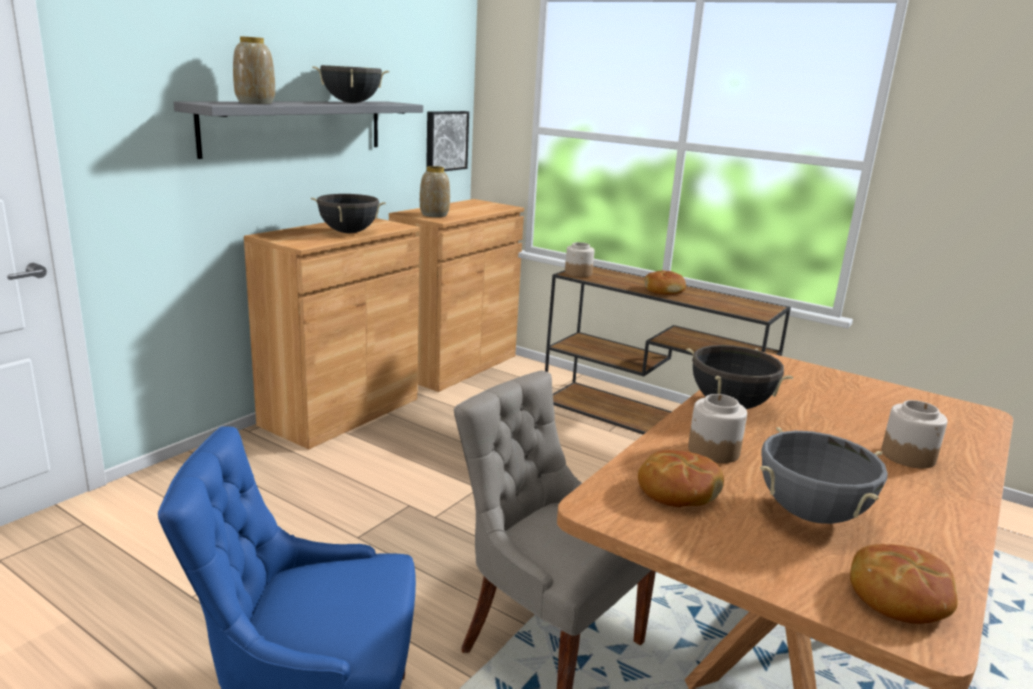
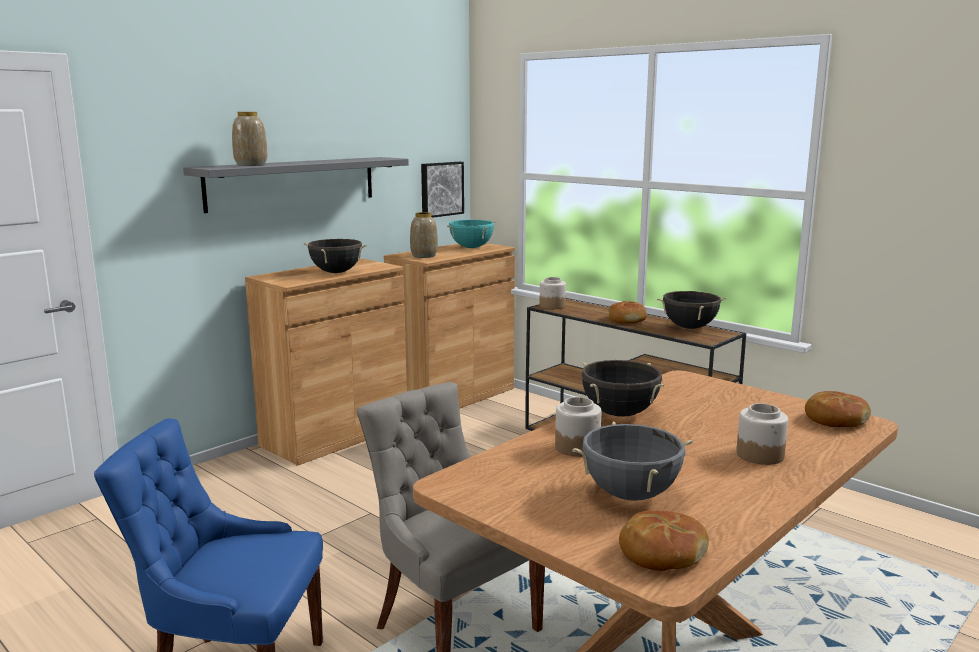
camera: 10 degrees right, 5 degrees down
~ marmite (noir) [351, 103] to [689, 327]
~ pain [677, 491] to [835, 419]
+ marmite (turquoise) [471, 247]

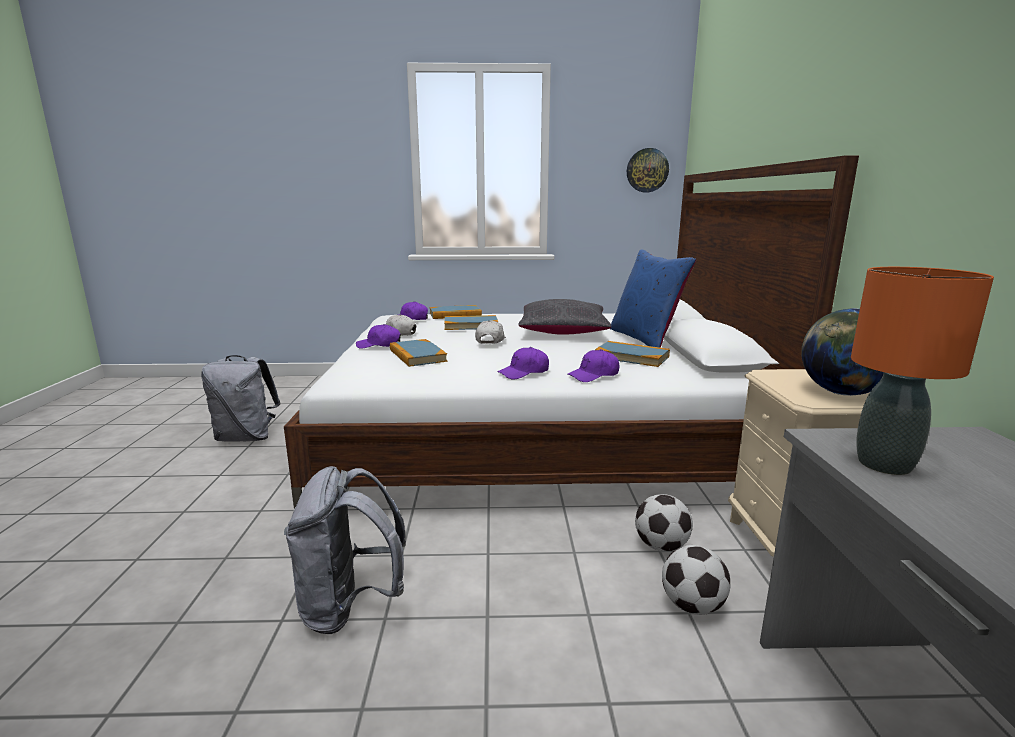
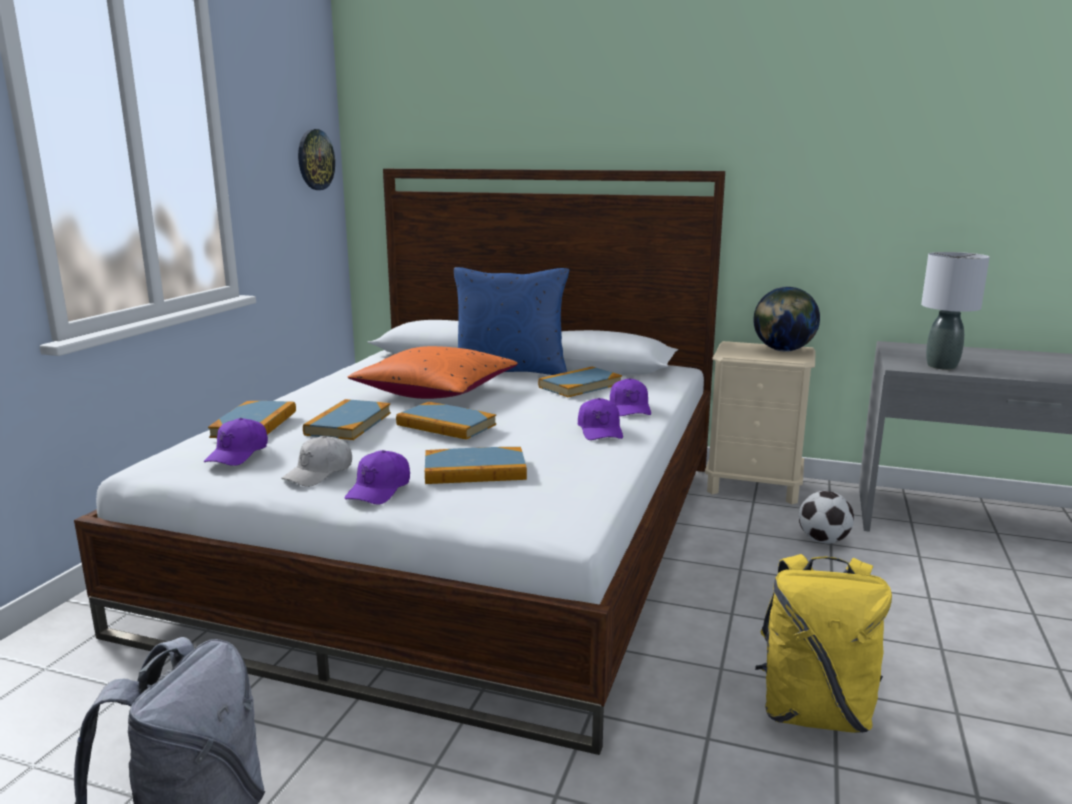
camera: 70 degrees left, 0 degrees up
~ sac à dos (gris) [350, 606] to sac à dos (jaune) [814, 712]
~ casquette (blanc) [490, 340] to livre [446, 425]
~ coussin (noir) [563, 332] to coussin (orange) [436, 392]
- ballon de foot [661, 546]
~ lampe de table (orange) [883, 464] to lampe de table (gris) [941, 366]

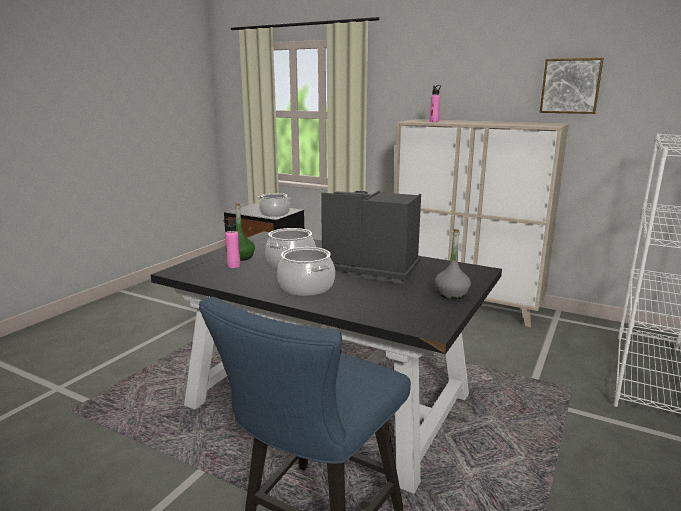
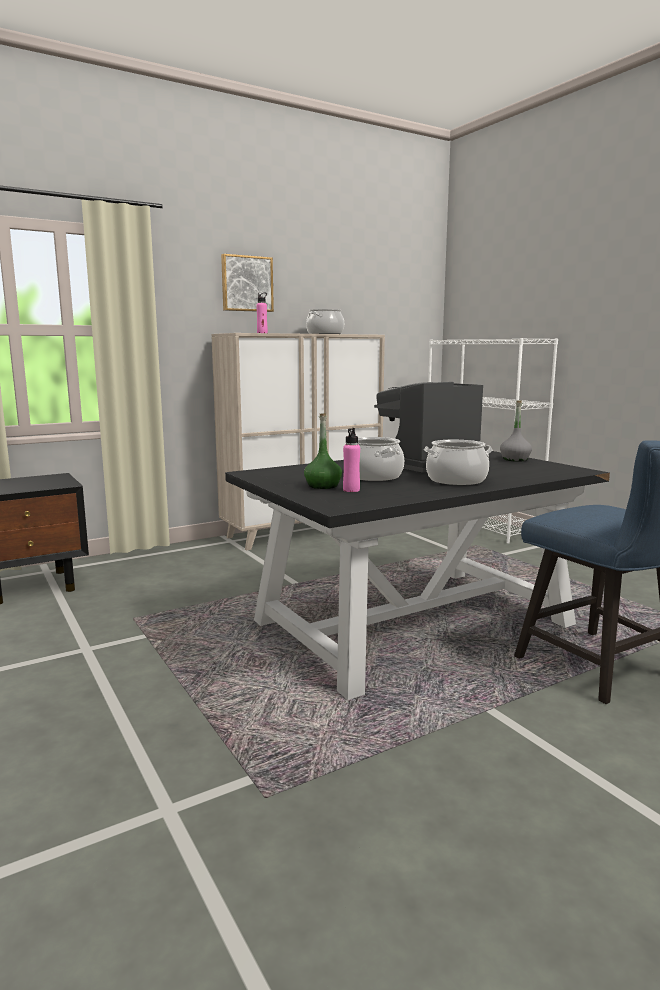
camera: 60 degrees left, 5 degrees down
~ marmite [275, 213] to [325, 334]
~ tableau [570, 86] to [246, 284]

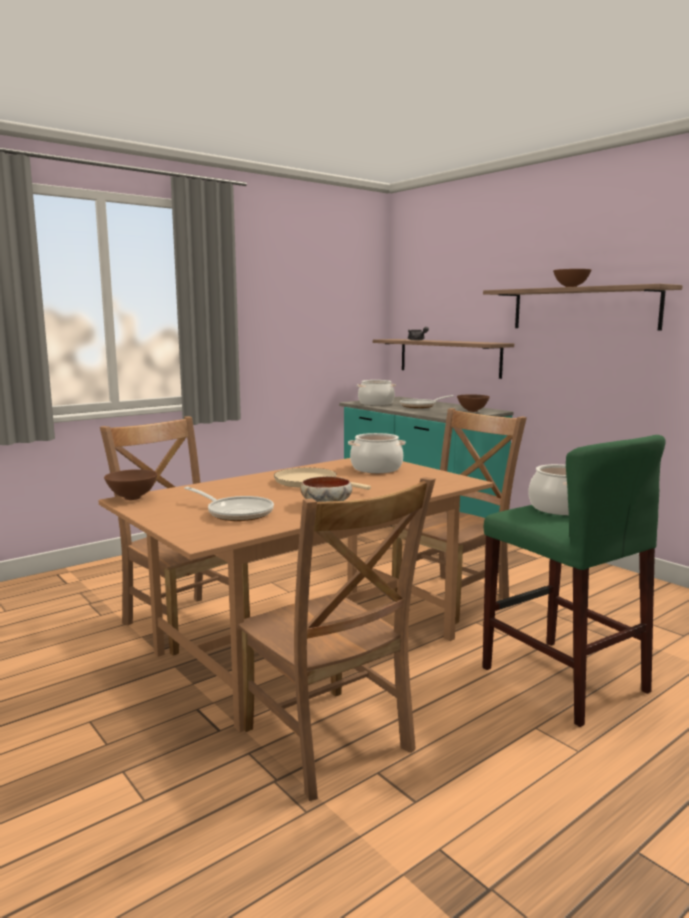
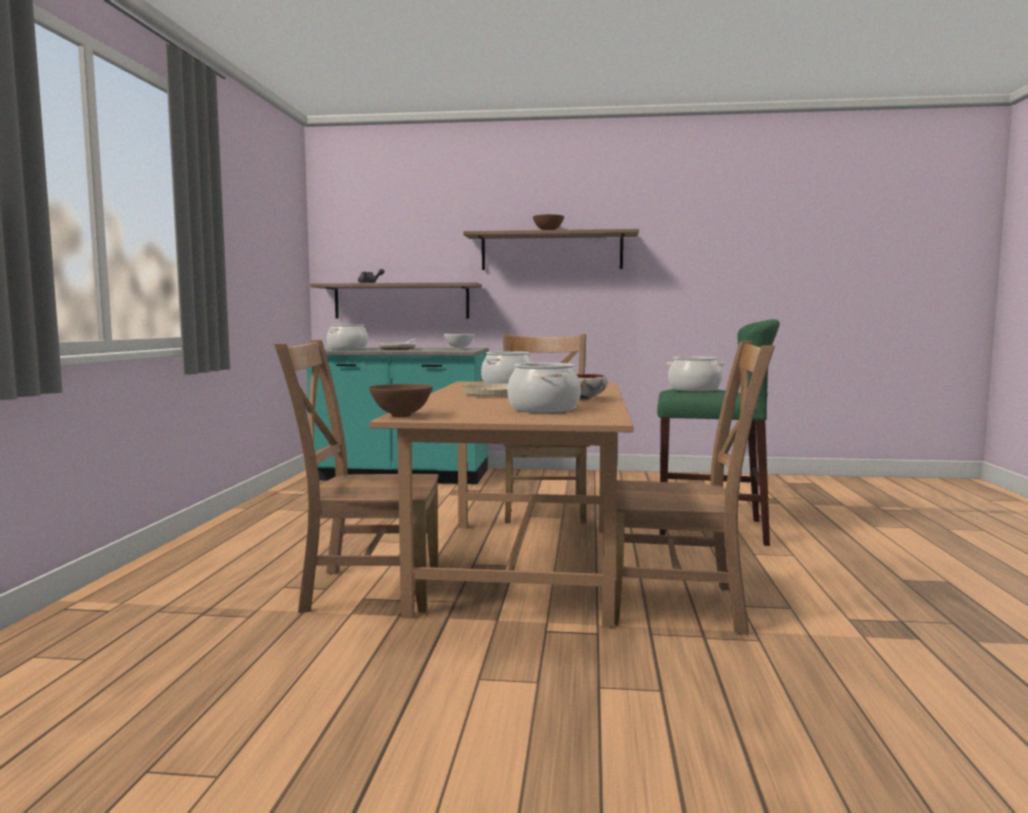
camera: 45 degrees left, 5 degrees down
~ poêle [236, 513] to marmite [543, 409]
~ bol (marron) [472, 411] to bol (blanc) [459, 348]

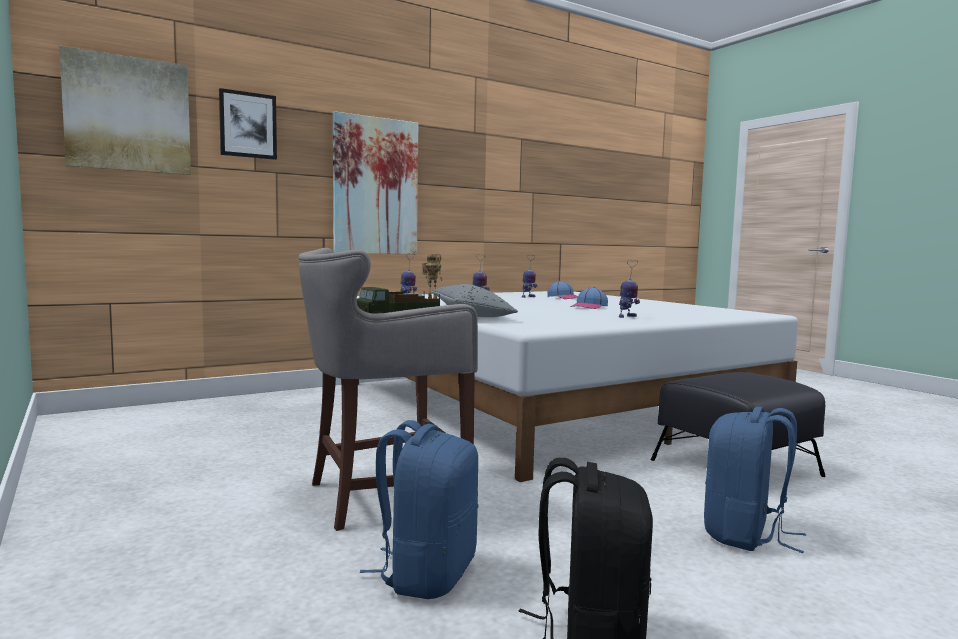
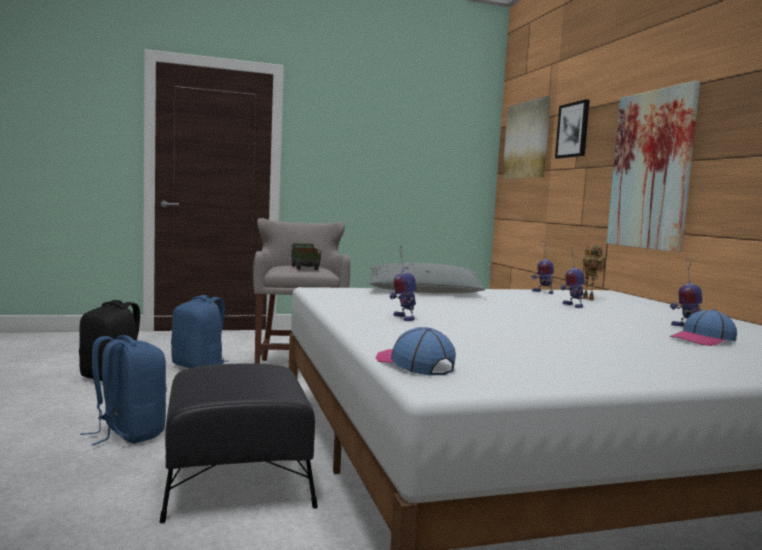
camera: 105 degrees right, 0 degrees up
~ casquette [589, 307] to [414, 364]

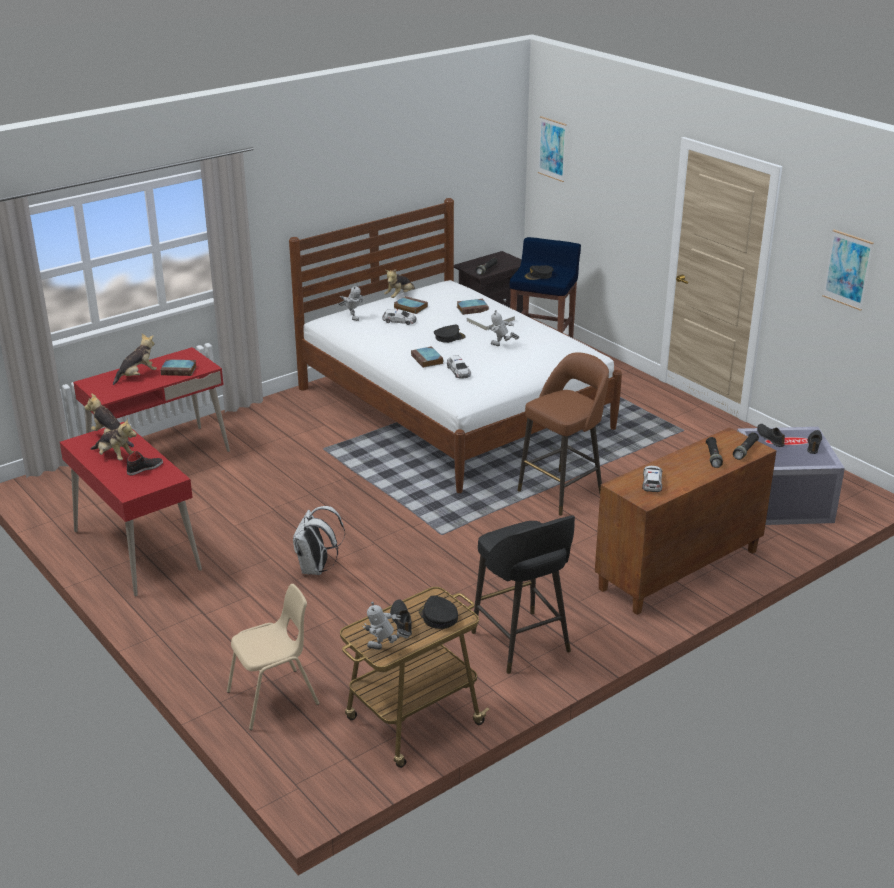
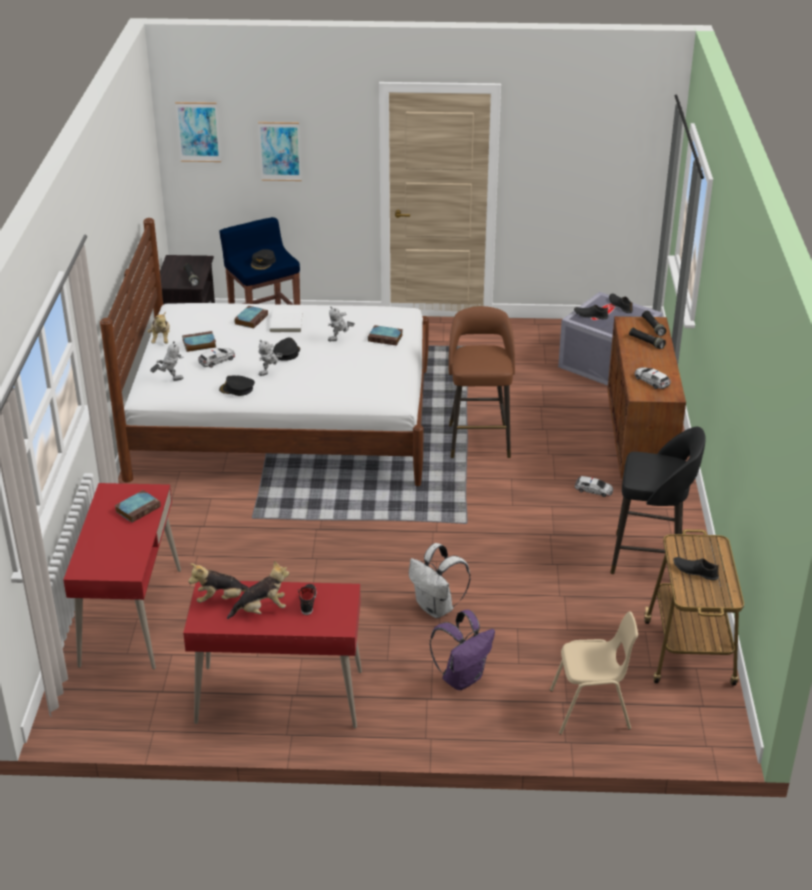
camera: 50 degrees left, 5 degrees up
- peluche [137, 376]
~ chaise (beige) [274, 699] = [591, 710] 75 degrees clockwise
~ robot jouet [385, 650] to [270, 372]
~ livre [427, 360] to [386, 338]
~ casquette (noir) [438, 616] to [237, 389]
~ petite voiture [458, 371] to [593, 490]
~ tableau [847, 269] to [280, 151]
+ sac à dos (violet) [462, 678]

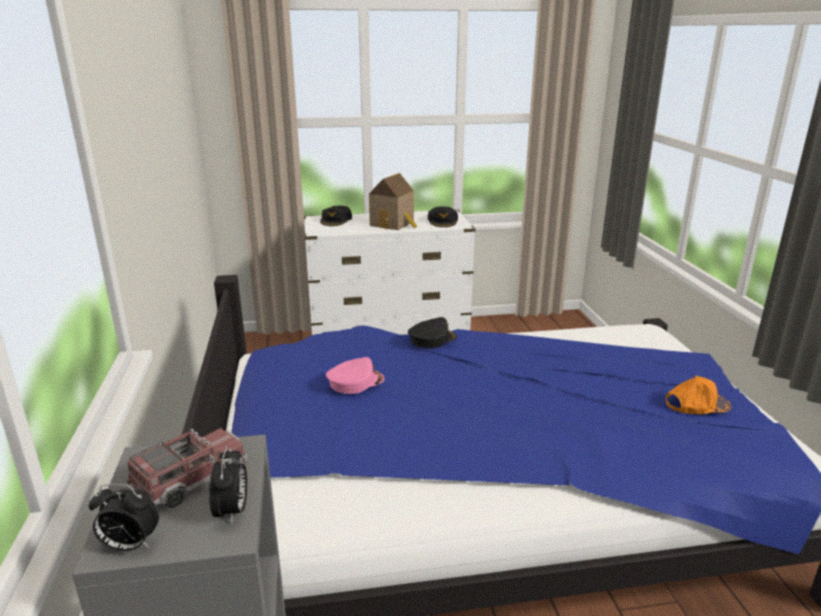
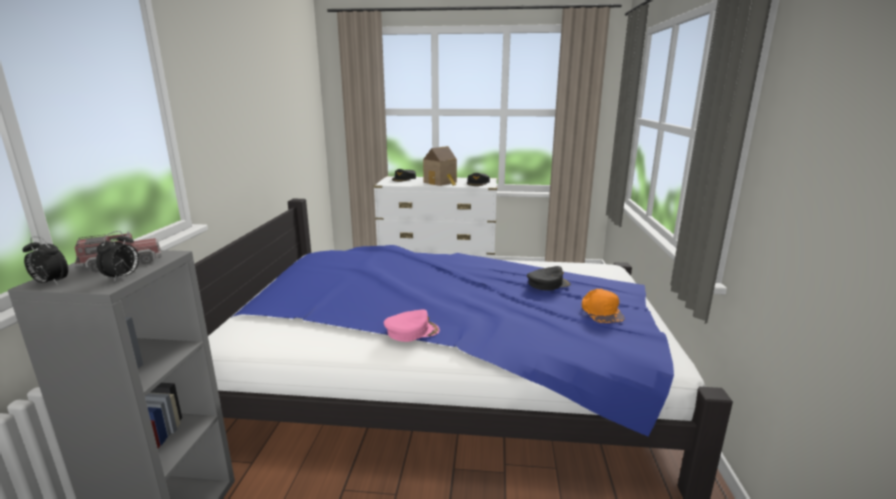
camera: 15 degrees right, 5 degrees down
~ casquette (rose) [355, 381] to [412, 331]
~ casquette (noir) [432, 339] to [548, 284]
~ casquette (orange) [696, 403] = [601, 312] 75 degrees clockwise

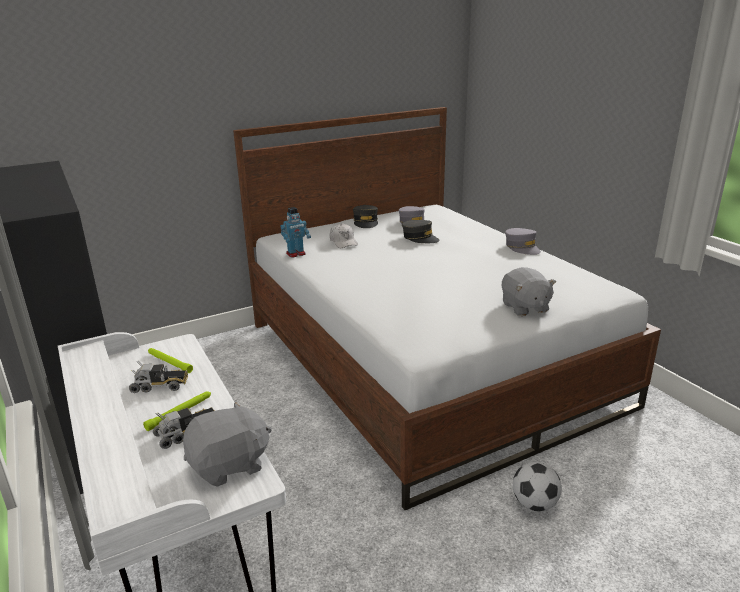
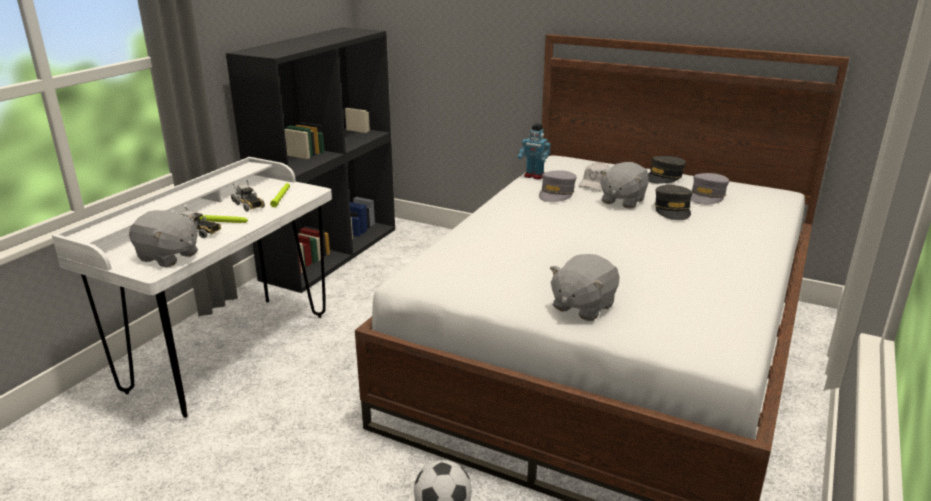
camera: 55 degrees right, 0 degrees up
~ casquette (gris) [522, 247] to [556, 194]
+ peluche (gris) [622, 201]

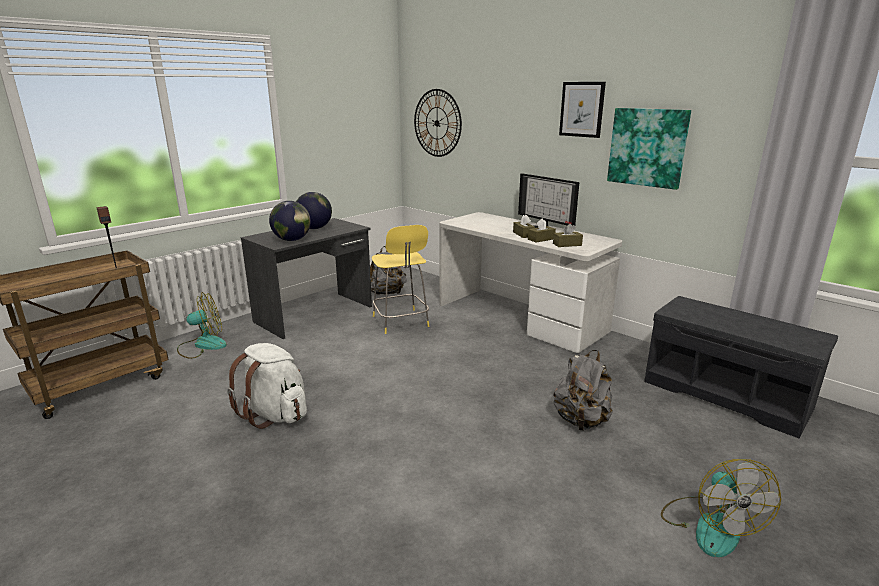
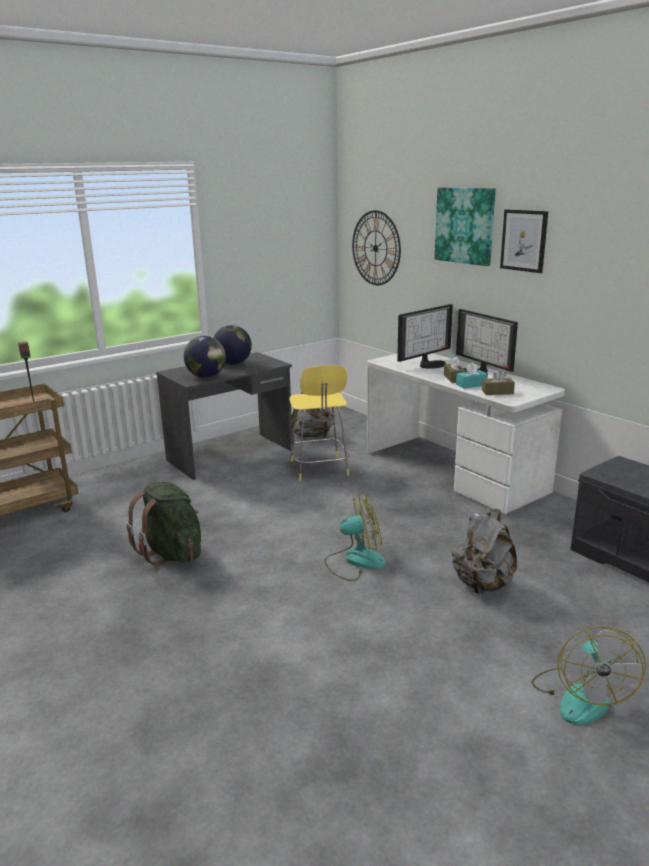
camera: 10 degrees right, 0 degrees up
~ ventilateur [202, 345] to [355, 561]
~ sac à dos (blanc) [275, 414] to sac à dos (vert) [172, 553]
~ boîte à mouchoirs (marron) [541, 239] to boîte à mouchoirs (turquoise) [471, 385]
~ tableau [647, 147] to [465, 225]
+ écran d'ordinateur [430, 364]

